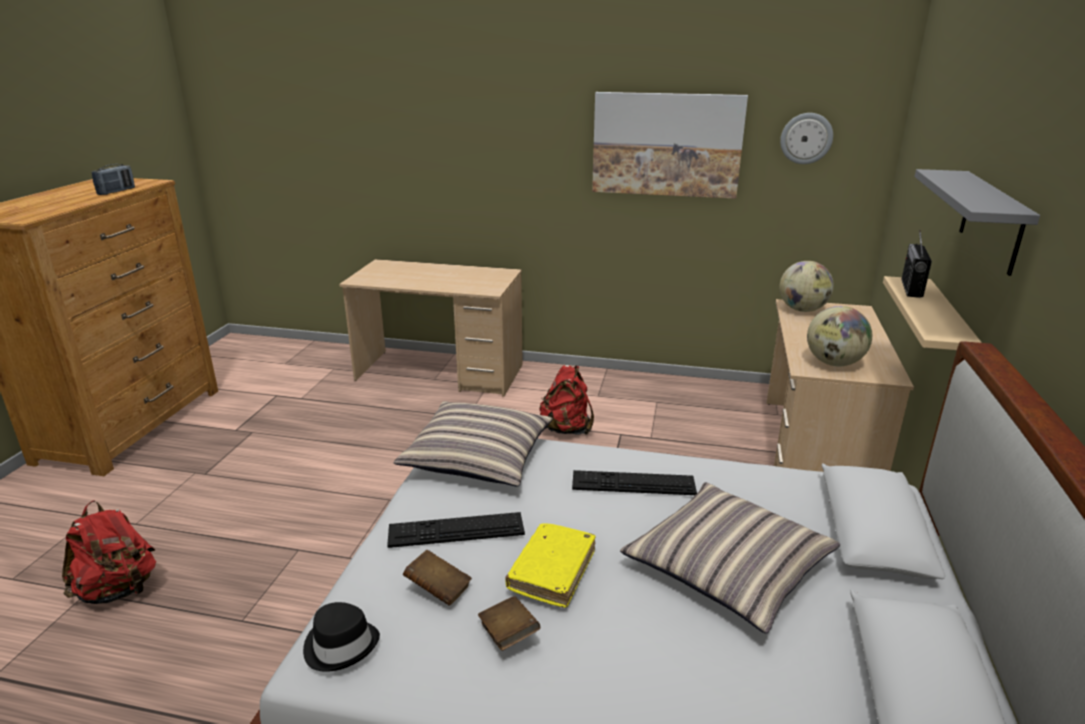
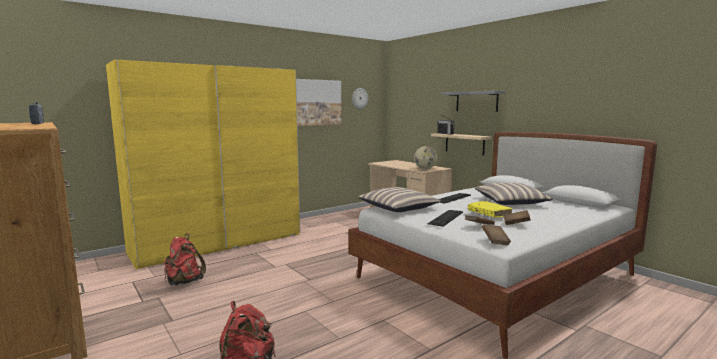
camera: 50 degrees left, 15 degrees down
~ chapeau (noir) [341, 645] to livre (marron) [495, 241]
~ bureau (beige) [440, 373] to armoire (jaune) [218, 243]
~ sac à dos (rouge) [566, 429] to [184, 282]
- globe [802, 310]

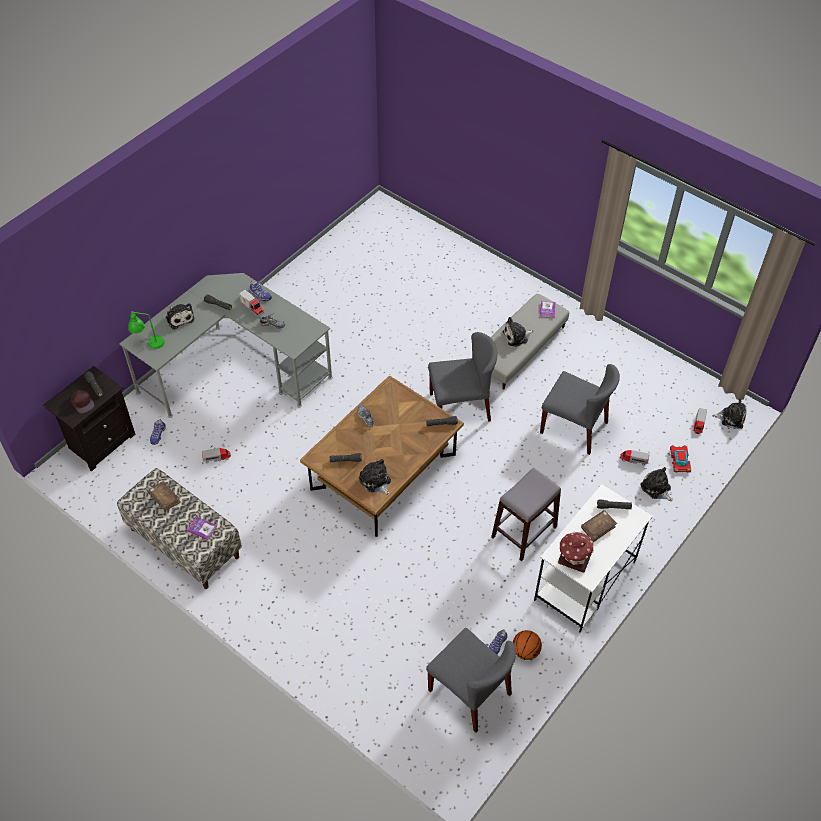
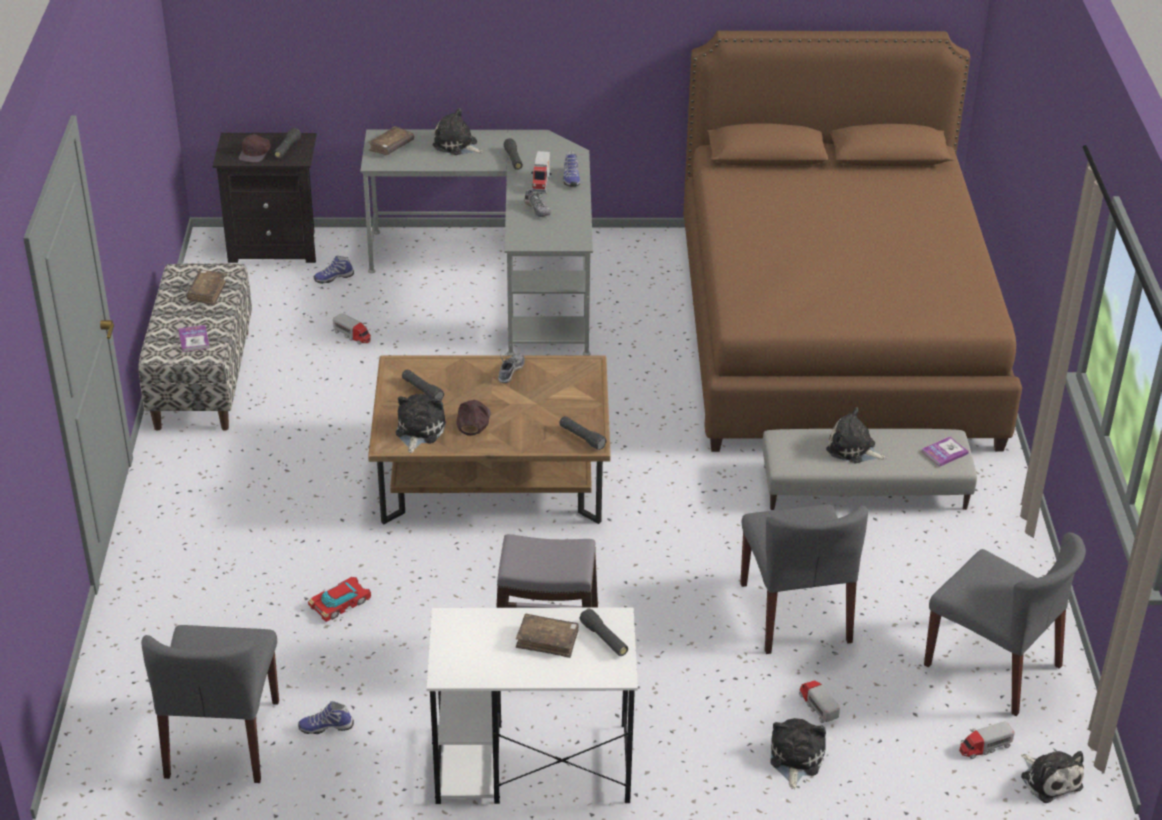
camera: 50 degrees right, 15 degrees down
~ lampe de table (vert) [148, 344] to livre (marron) [391, 146]
~ peluche [179, 318] = [457, 145] 105 degrees clockwise
~ chaise (gris) [460, 406] to [993, 666]
- ballon de basket [525, 651]
- maison miniature [573, 557]
~ petite voiture [680, 460] to [340, 604]
+ casquette (marron) [473, 420]
+ lit (marron) [832, 332]

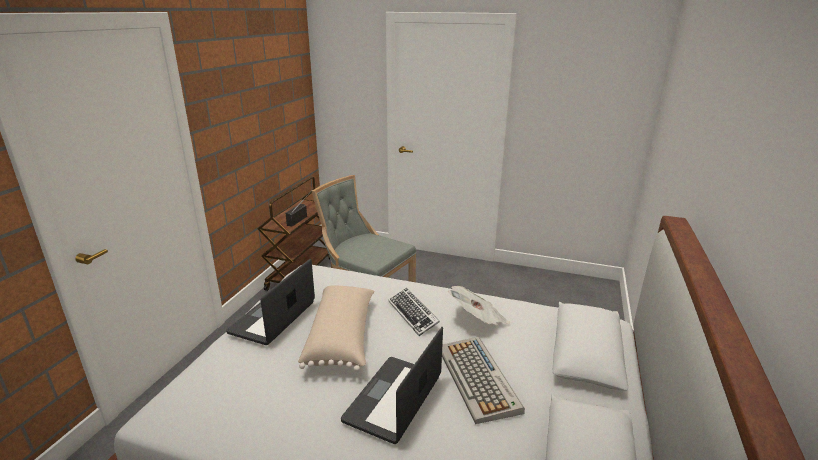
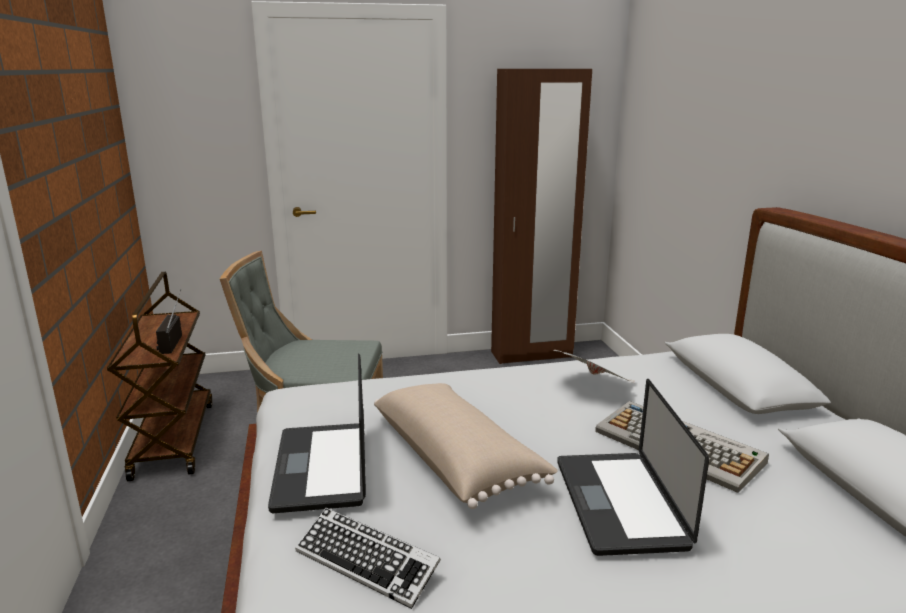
camera: 30 degrees left, 5 degrees down
~ clavier [413, 314] to [367, 562]
+ armoire (marron) [531, 354]

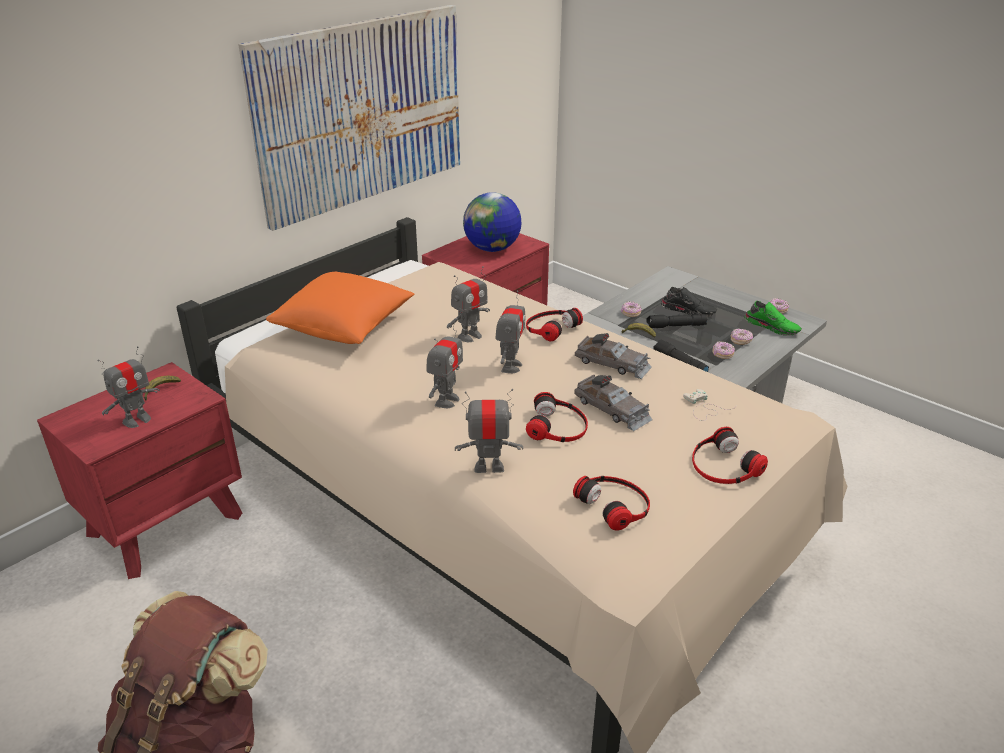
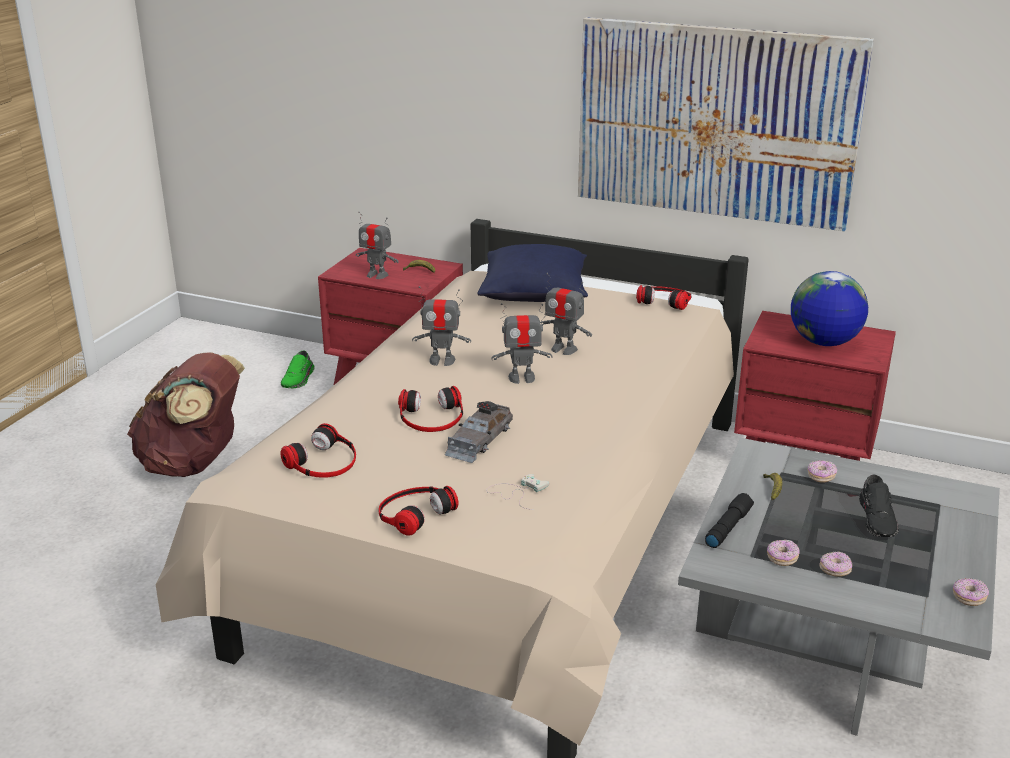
camera: 70 degrees right, 5 degrees down
~ coussin (orange) [344, 327] to coussin (bleu) [535, 295]
- robot jouet [489, 467]
~ casque audio [550, 327] to [664, 300]
- petite voiture (gris) [612, 364]
- lampe de poche (noir) [675, 326]
~ chaussure (vert) [772, 327] to [299, 379]

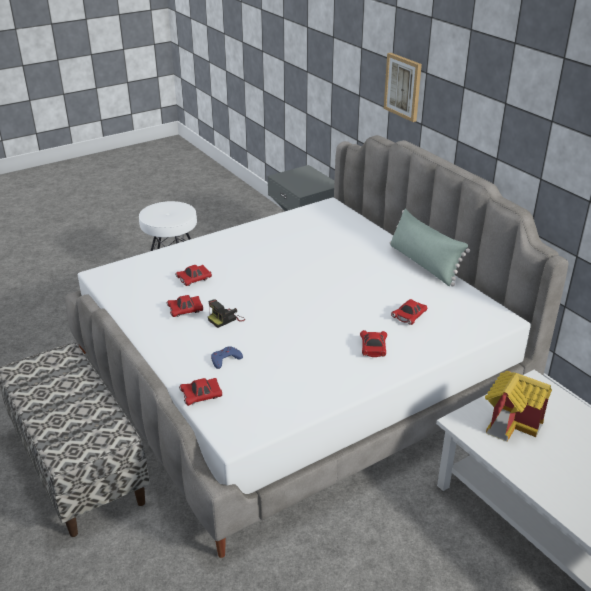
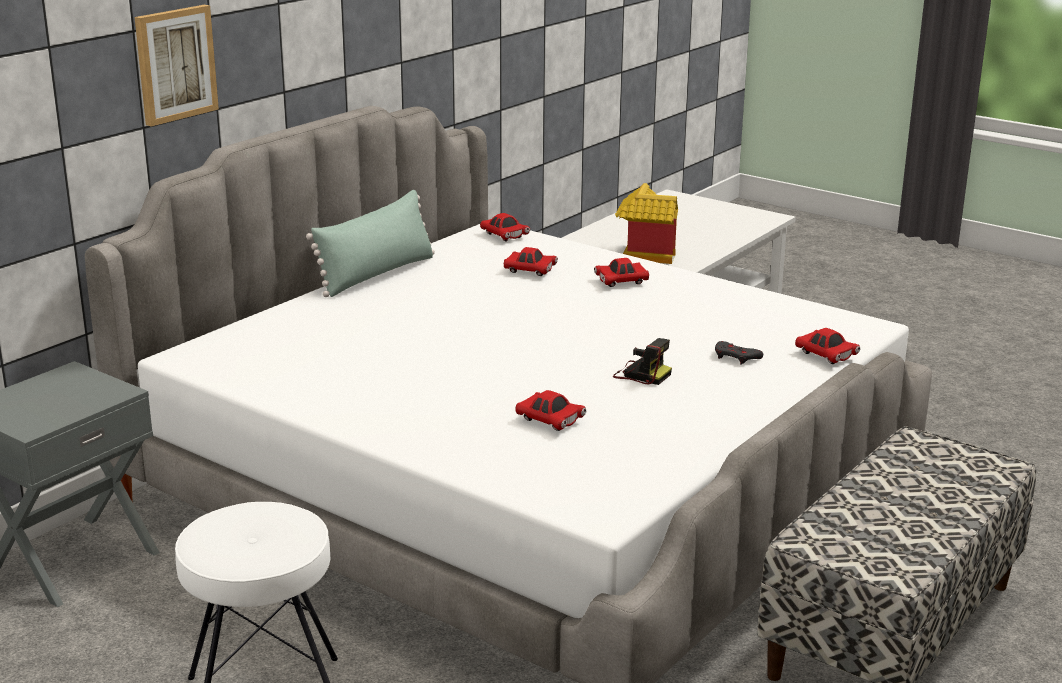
camera: 110 degrees left, 10 degrees down
~ petite voiture (rouge) [185, 311] to [504, 236]
~ manette (bleu) [225, 359] to manette (gris) [736, 357]

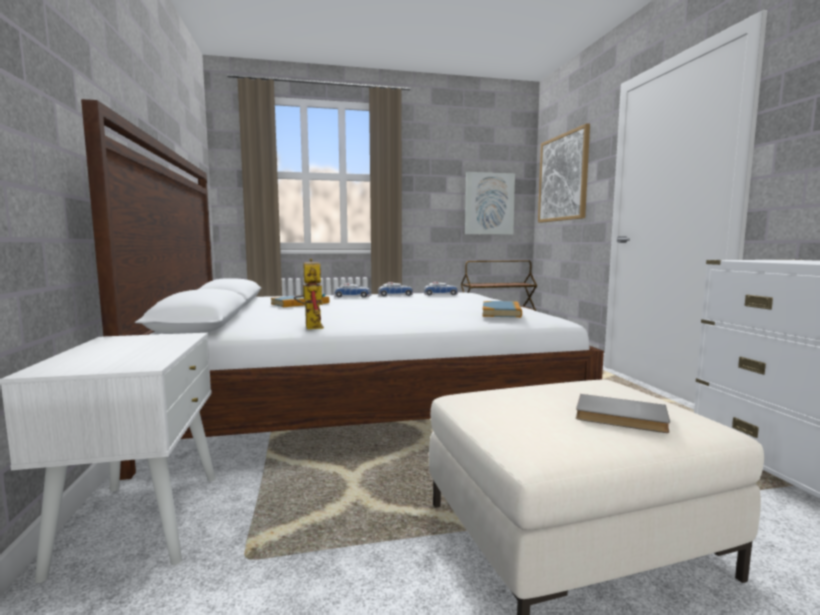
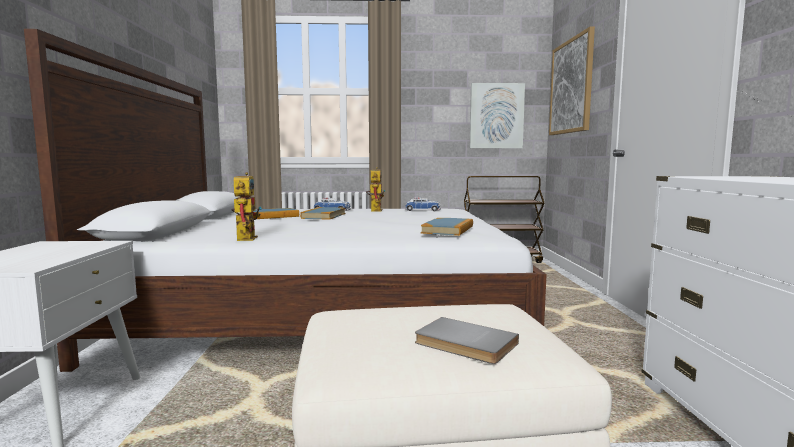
camera: 10 degrees right, 0 degrees up
~ petite voiture [395, 295] to robot jouet [375, 210]
+ livre [323, 216]

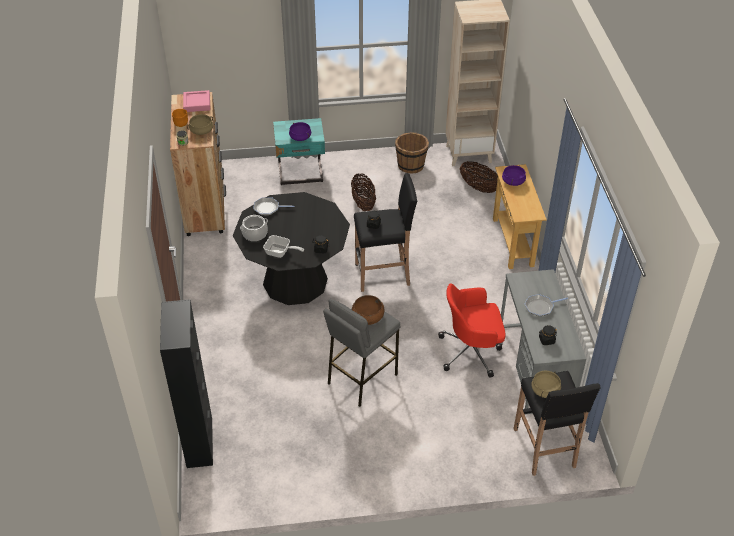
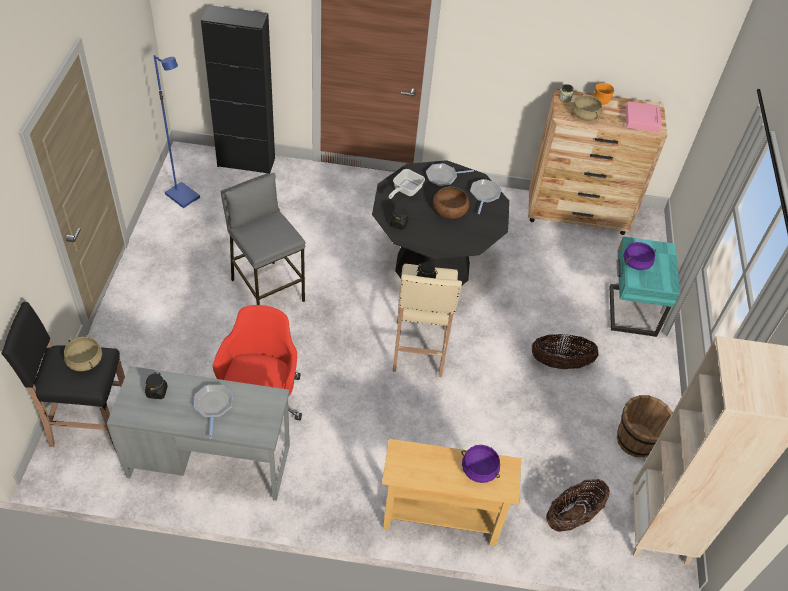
camera: 100 degrees right, 5 degrees up
~ marmite [255, 234] to poêle [443, 177]
~ bol (marron) [368, 316] to [450, 209]
~ tabouret (noir) [384, 274] to tabouret (beige) [419, 350]
+ lampadaire (bleu) [183, 196]

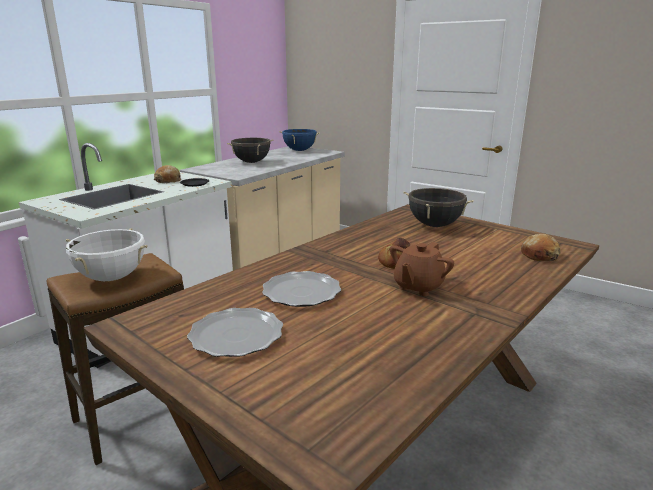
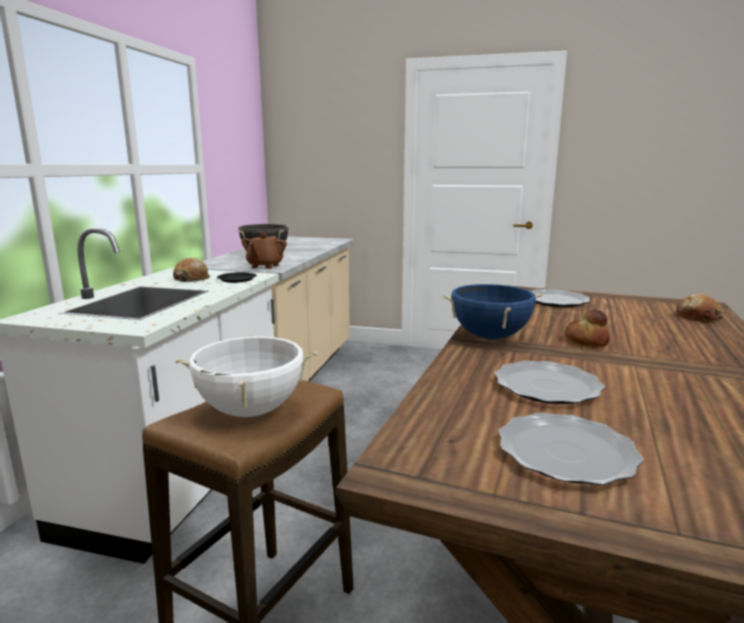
camera: 20 degrees left, 5 degrees down
~ marmite (bleu) [299, 150] to [489, 337]
~ théière (marron) [418, 287] to [265, 266]
~ marmite (noir) [435, 225] to assiette [555, 301]

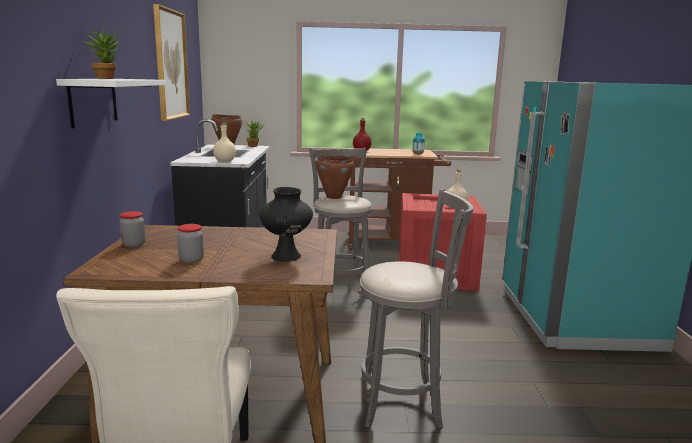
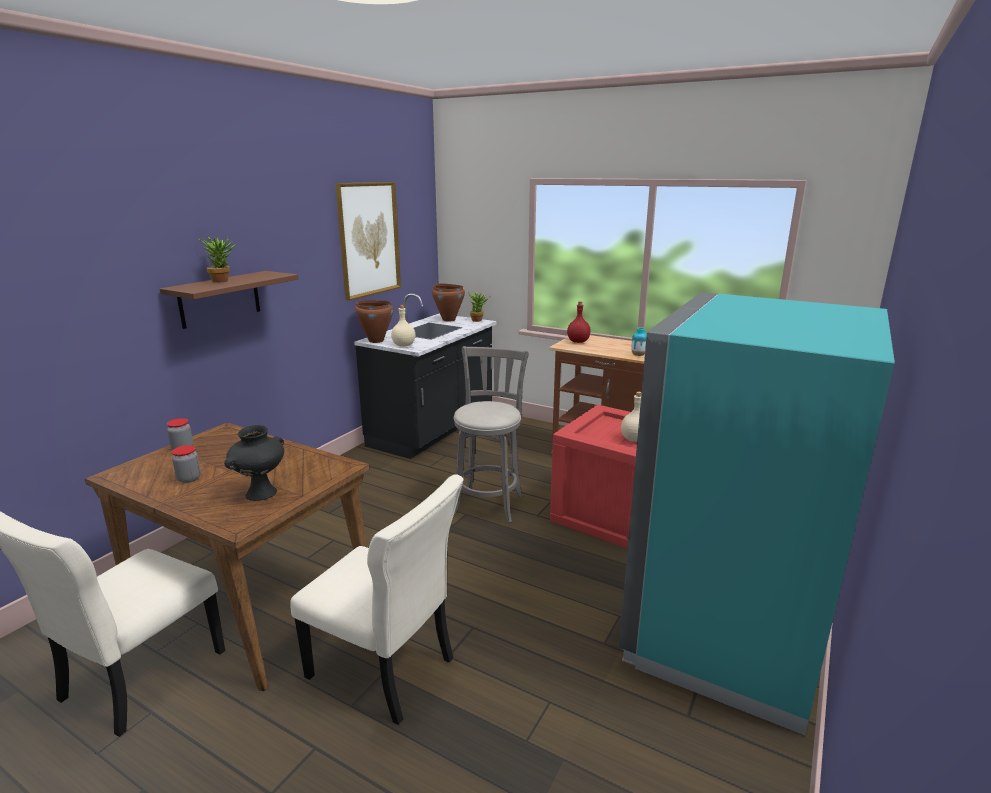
camera: 30 degrees right, 5 degrees up
~ étagère (blanc) [93, 101] to étagère (marron) [220, 299]
~ marmite (marron) [333, 197] to [376, 341]
~ tabouret (gris) [405, 402] to chaise (beige) [385, 671]

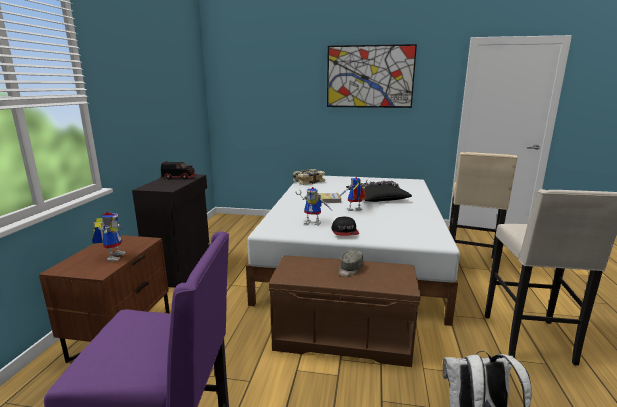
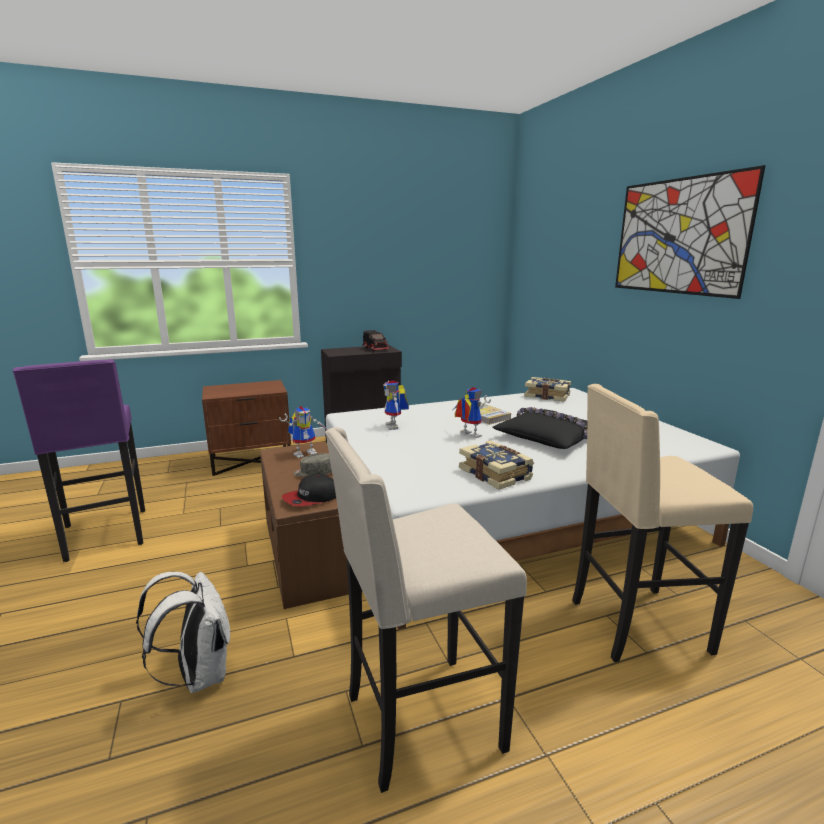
camera: 60 degrees right, 0 degrees up
~ robot jouet [113, 256] to [306, 453]
~ casquette [345, 232] to [311, 498]
+ livre [496, 474]

